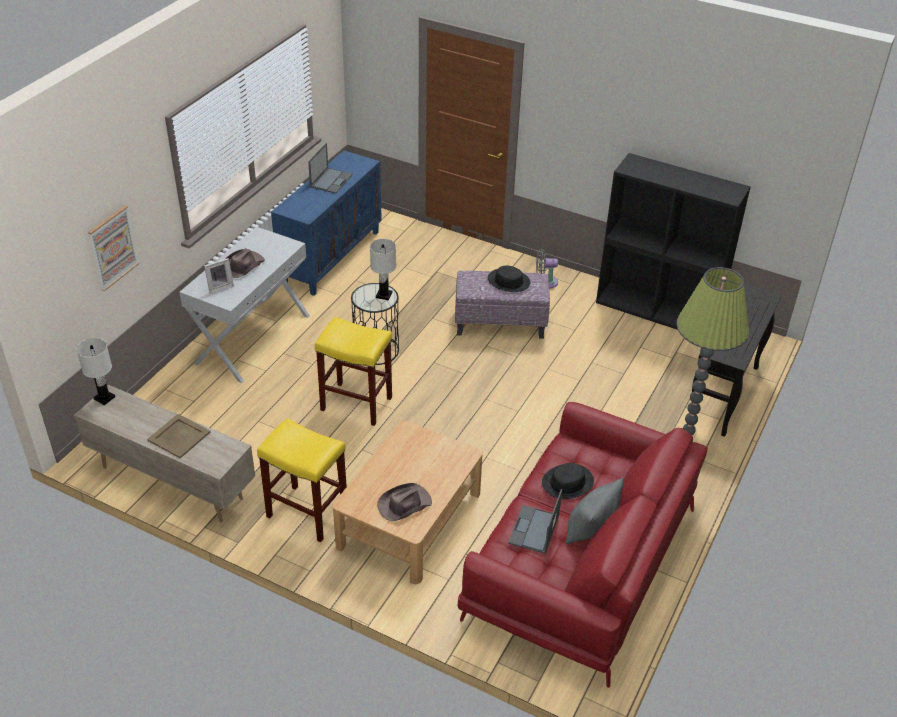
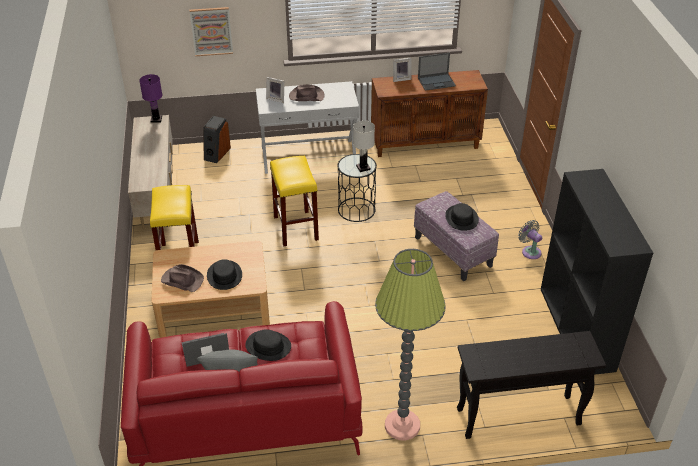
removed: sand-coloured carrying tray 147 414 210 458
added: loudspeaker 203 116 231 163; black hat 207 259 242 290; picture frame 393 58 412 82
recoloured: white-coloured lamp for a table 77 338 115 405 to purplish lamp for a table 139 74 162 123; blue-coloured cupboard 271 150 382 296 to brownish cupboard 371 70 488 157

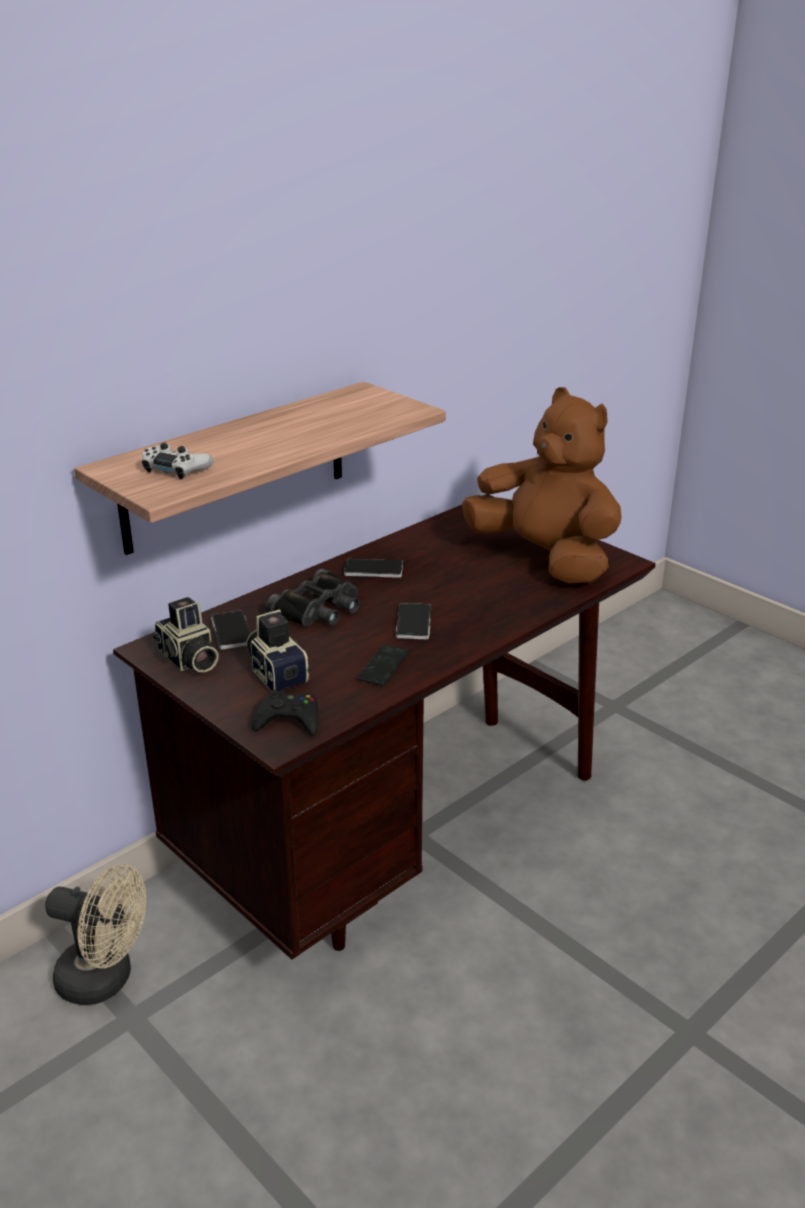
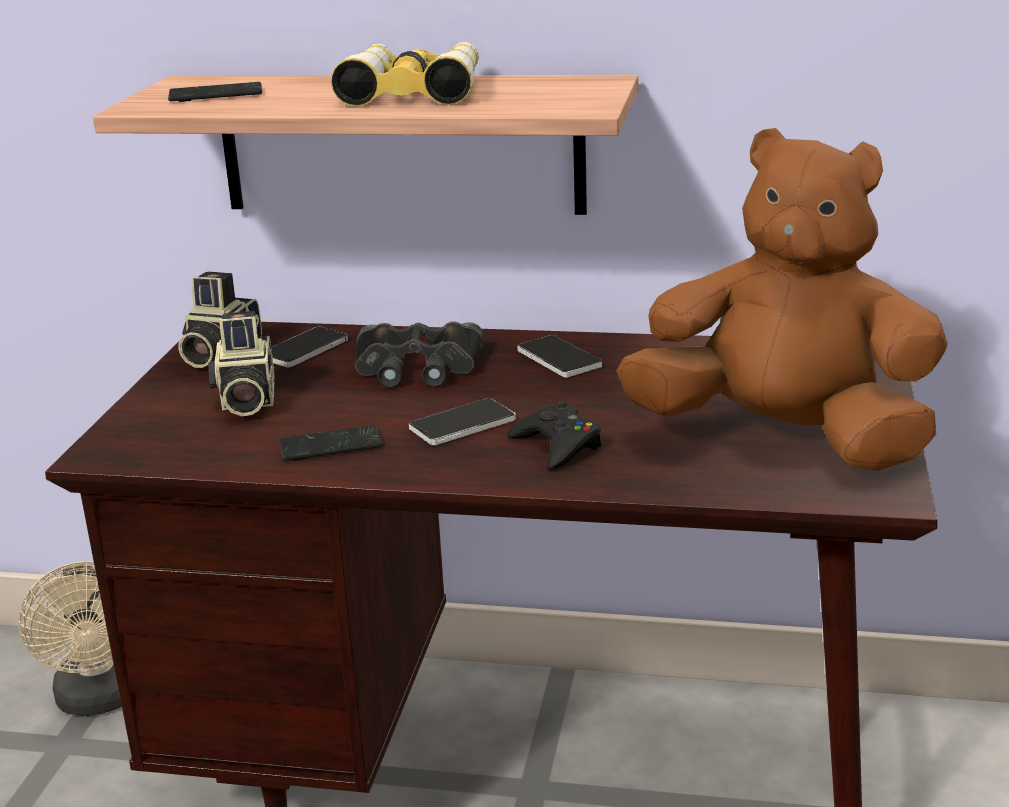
added: pair of binoculars 331 42 479 106
moved: black game controller 252 690 319 736 to 507 401 602 470
replaced: white-coloured game controller 142 443 213 479 to handset 168 82 262 102
turned: photo camera 246 609 311 691 = 208 311 275 417 150 degrees clockwise; brownish plush toy 462 387 621 583 = 616 128 948 471 75 degrees counterclockwise

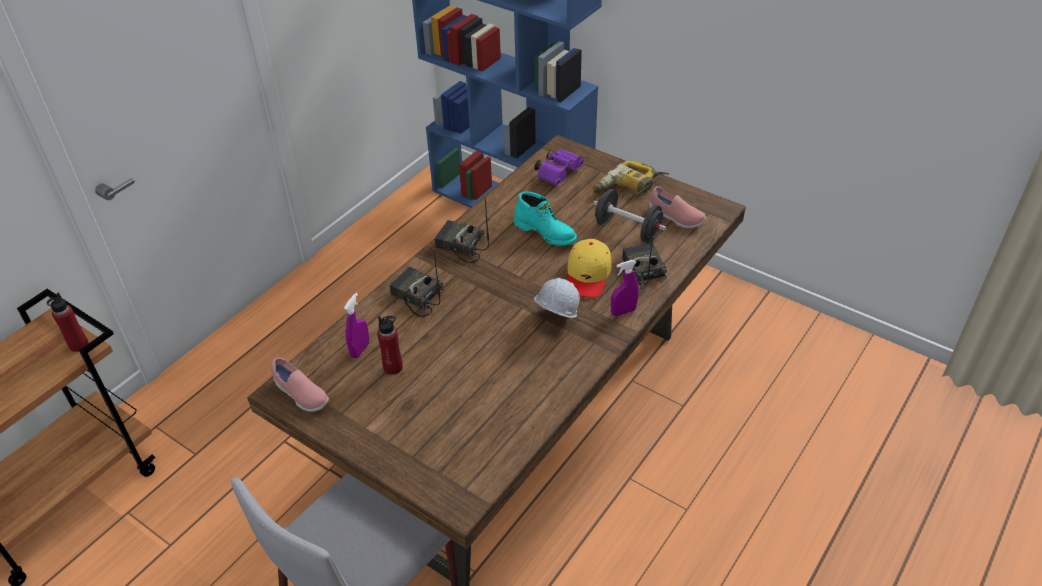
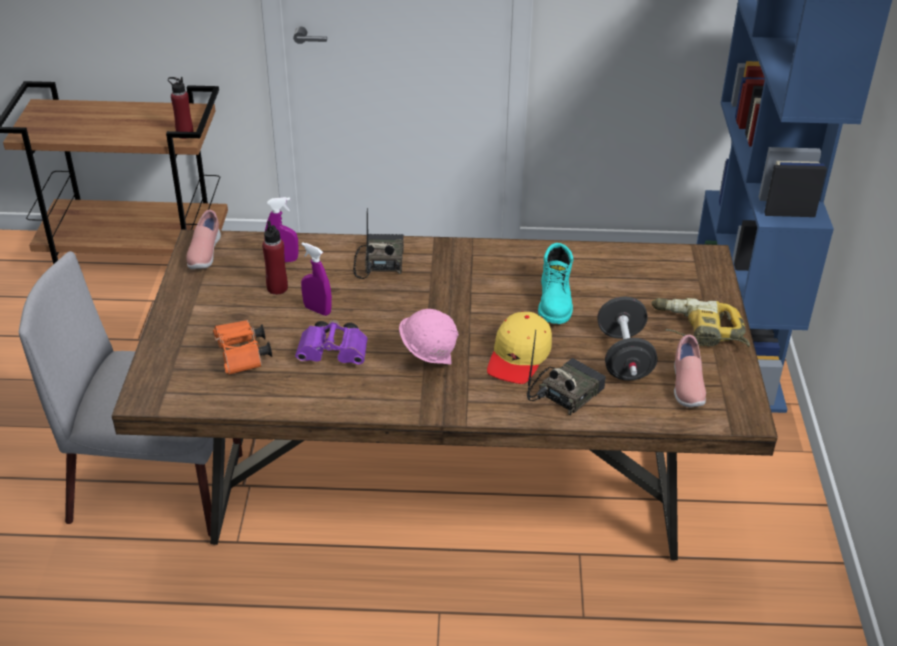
removed: radio set 434 199 489 264
added: orange pair of binoculars 213 320 272 375
moved: purplish pair of binoculars 534 149 584 186 to 295 320 368 365; purplish spray bottle 611 260 639 316 to 301 242 332 316
recoloured: white-coloured work helmet 534 278 580 318 to pinkish work helmet 399 309 459 365
turned: yellow-coloured baseball cap 567 239 611 297 = 487 312 552 384 45 degrees counterclockwise

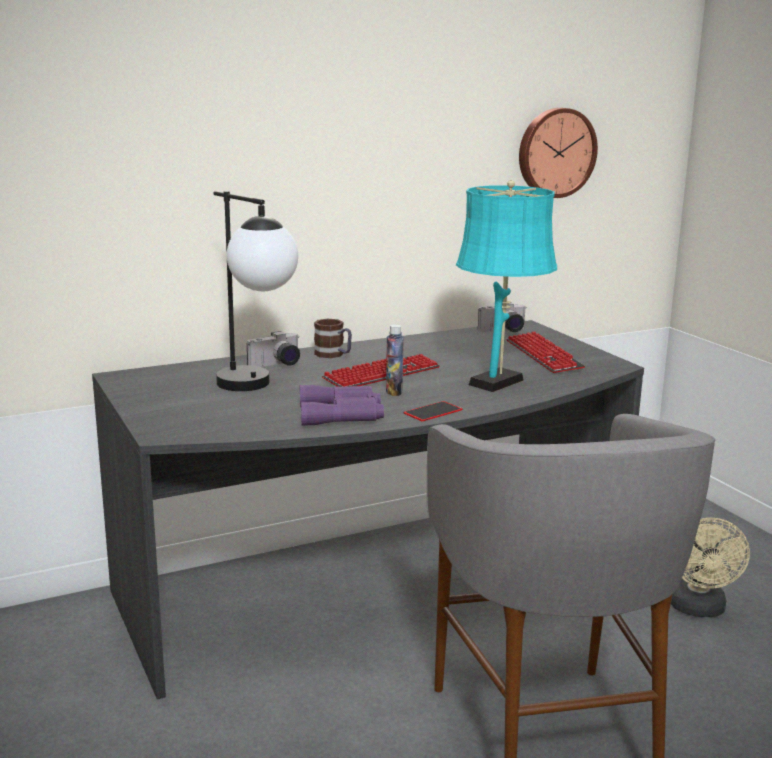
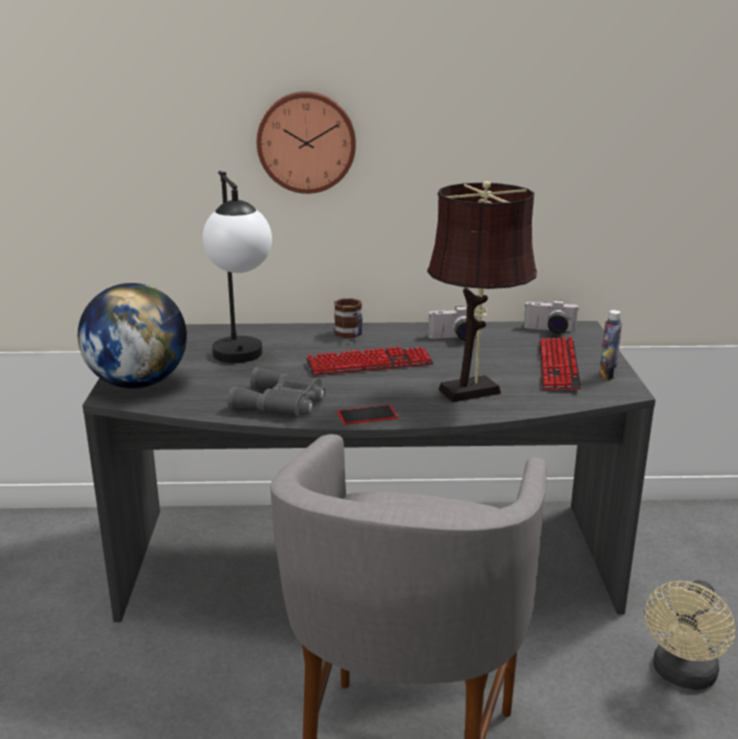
added: world globe 78 283 187 389
moved: photo camera 247 331 300 367 to 428 306 477 341; drink bottle 386 324 404 396 to 599 310 622 380; clock on the wall 519 108 598 198 to 257 91 356 194
recoloured: purplish pair of binoculars 300 385 384 426 to greyish pair of binoculars 227 367 325 416; turquoise-coloured lamp for a table 456 180 557 392 to brownish lamp for a table 427 180 537 402

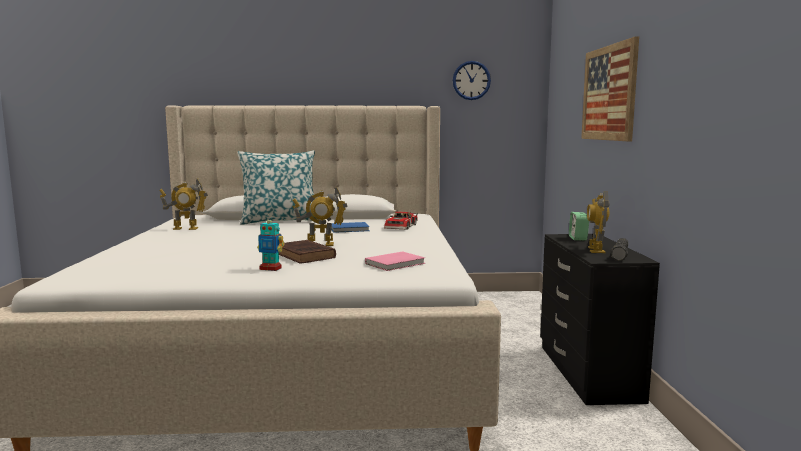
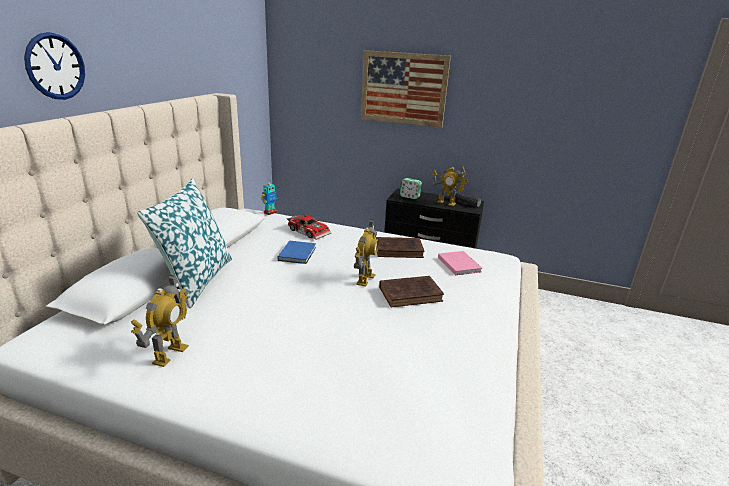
added: brownish book 376 237 424 258
moved: model robot 257 214 284 271 to 261 181 277 215; clock on the wall 453 61 491 100 to 24 32 85 100

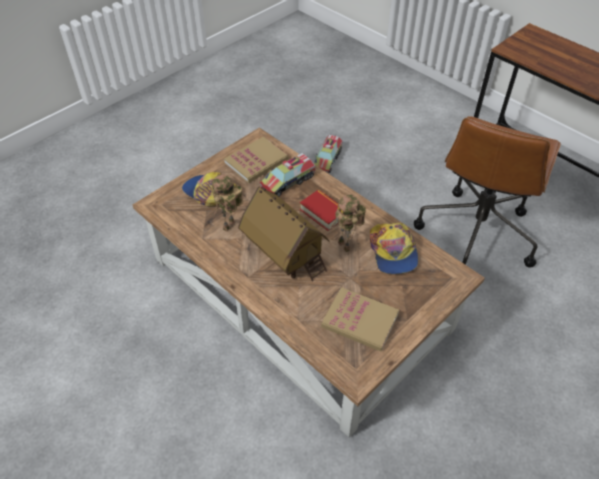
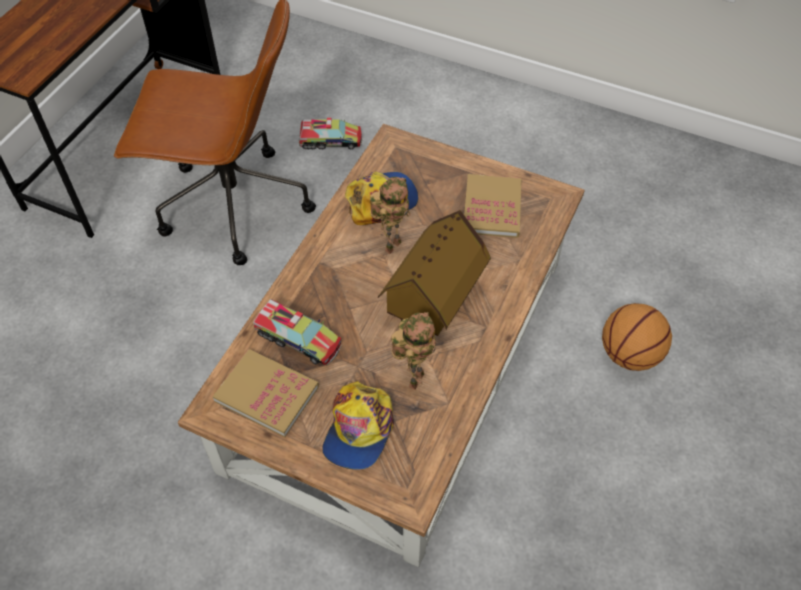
removed: book 300 190 339 231
added: basketball ball 602 303 672 371
moved: model truck 314 135 343 173 to 299 118 362 150
turned: model robot 212 174 243 231 = 391 312 436 390 75 degrees counterclockwise

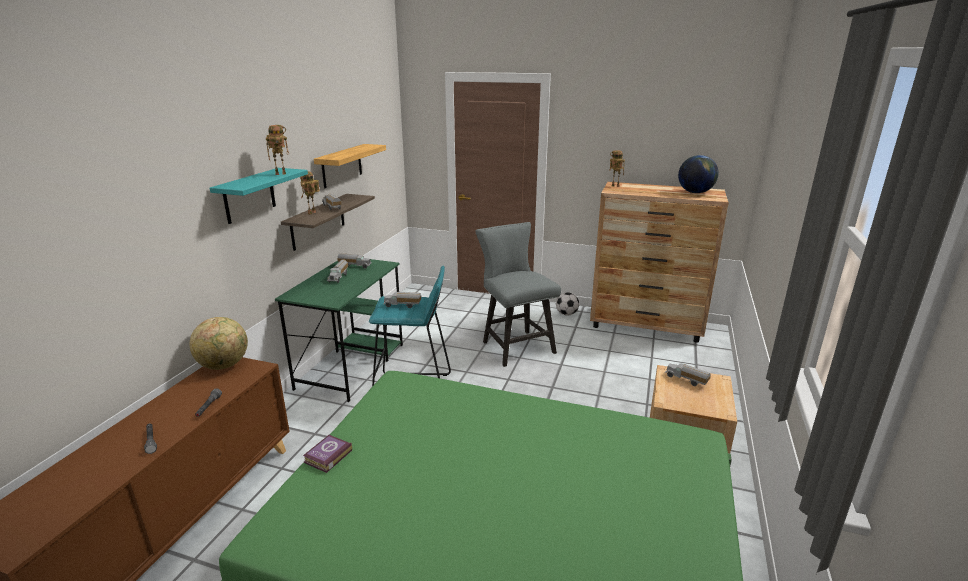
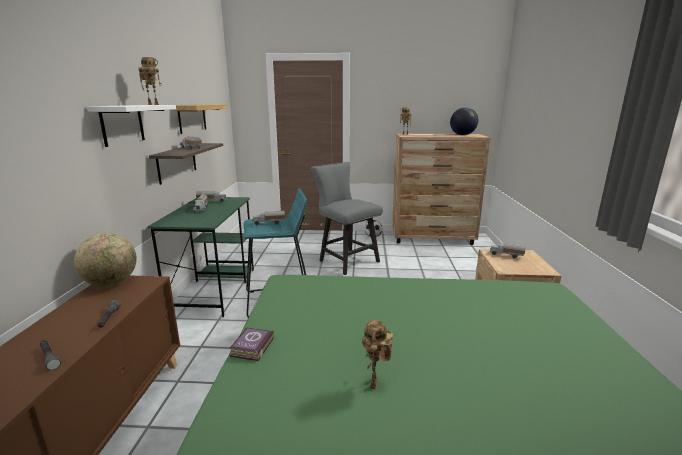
moved: model robot 300 171 320 214 to 362 320 393 389
recoloured: turquoise-coloured bracket shelf 210 168 308 224 to white-coloured bracket shelf 87 105 176 147

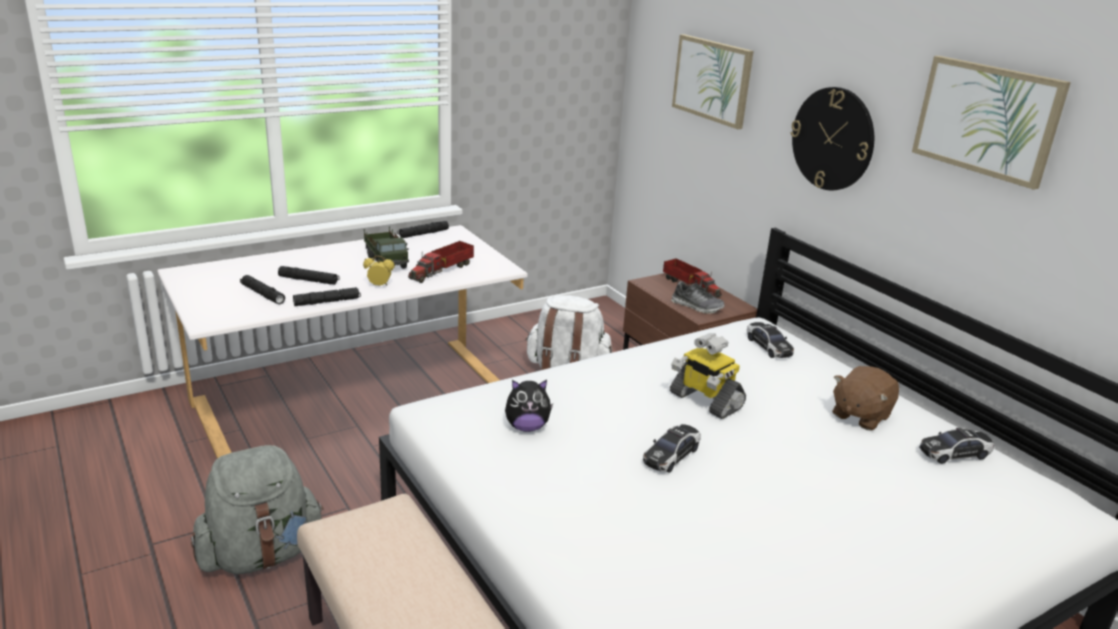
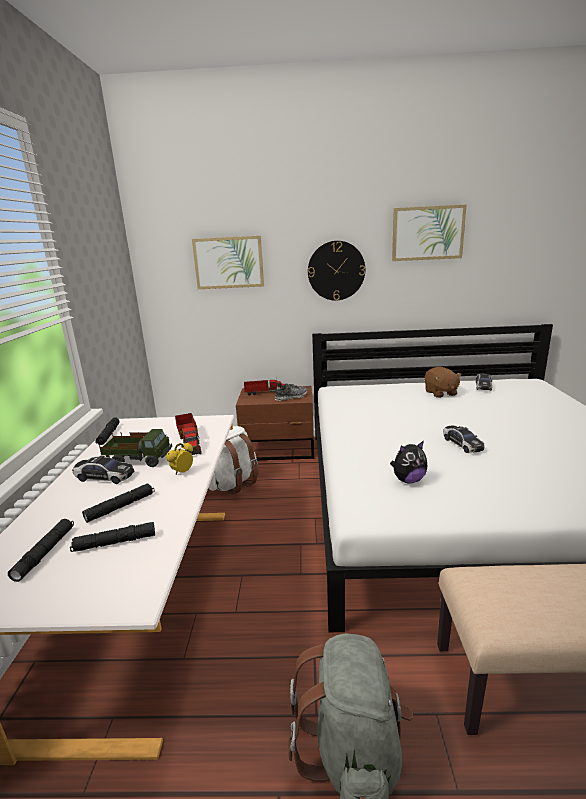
removed: model robot 670 333 746 419
moved: black flashlight 293 287 361 306 to 8 519 74 582; model car 747 322 794 358 to 72 456 134 484
turned: plush toy 505 380 553 432 = 390 441 427 484 45 degrees clockwise

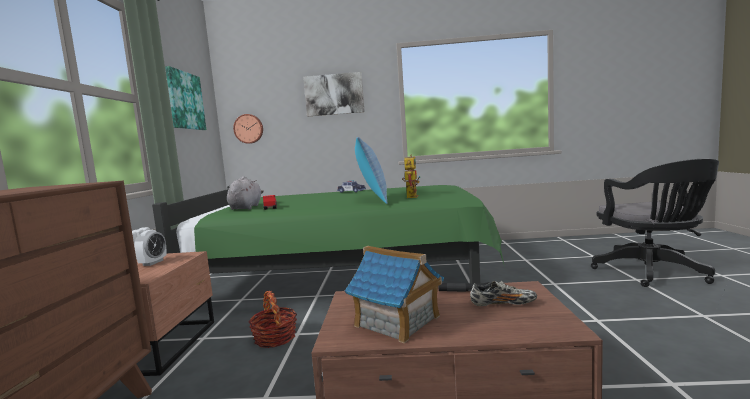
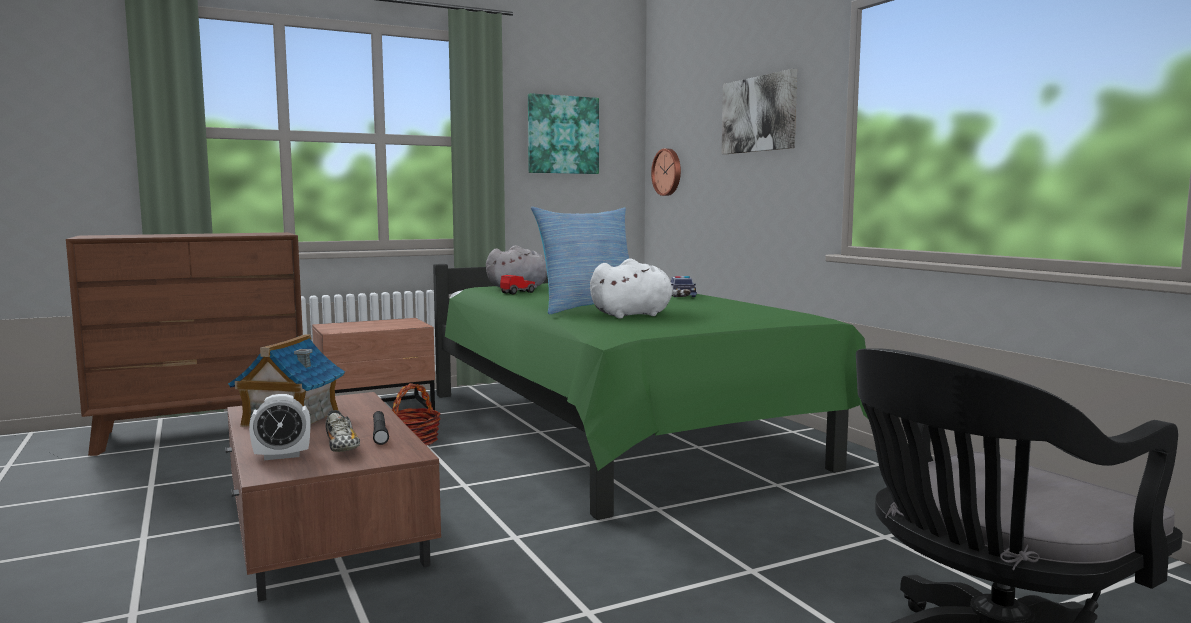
moved: bedside clock 134 230 167 266 to 249 394 311 460
replaced: model robot 402 155 421 198 to white-coloured plush toy 590 258 691 319

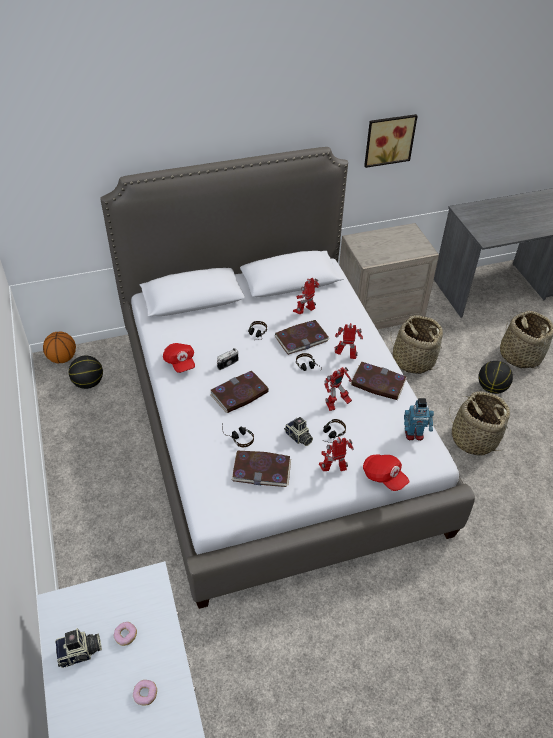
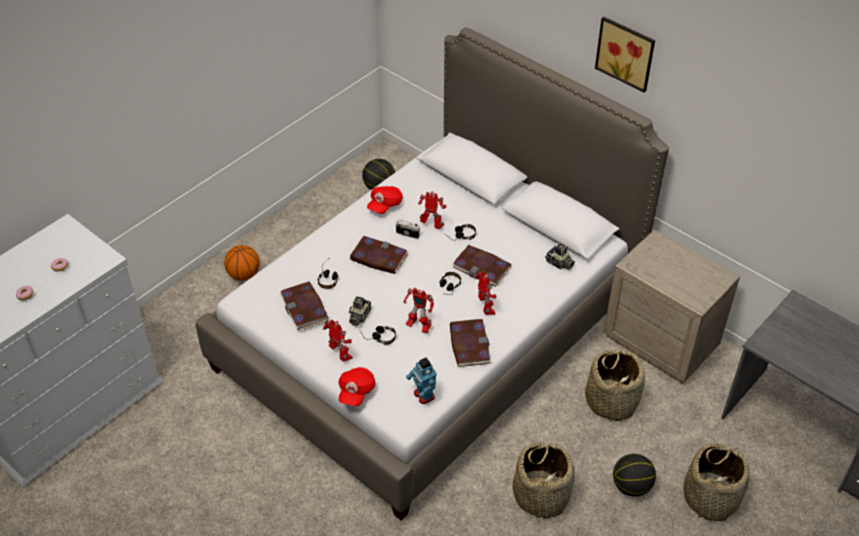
moved: basketball ball 43 332 76 363 to 224 245 260 281; photo camera 55 628 102 668 to 545 243 575 270; model robot 293 278 320 314 to 418 191 446 229; wall picture 364 114 417 168 to 595 17 655 92

